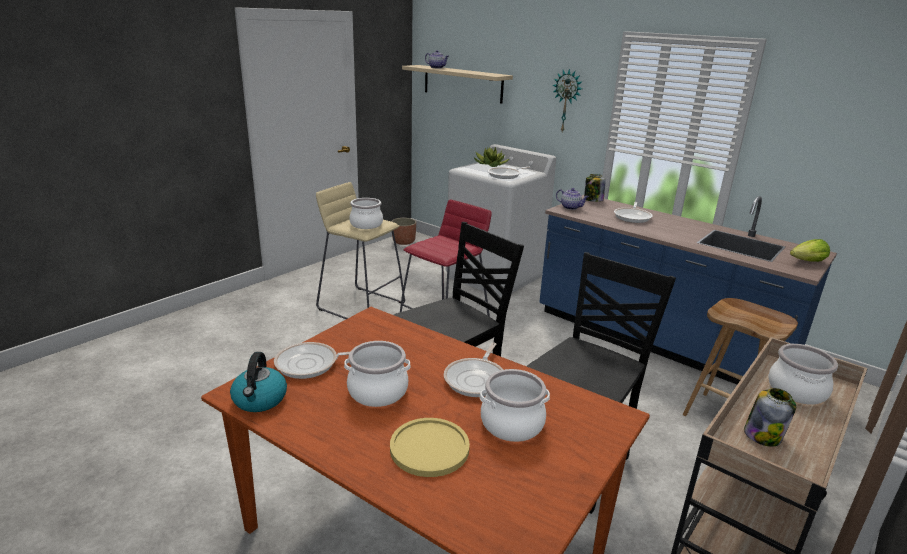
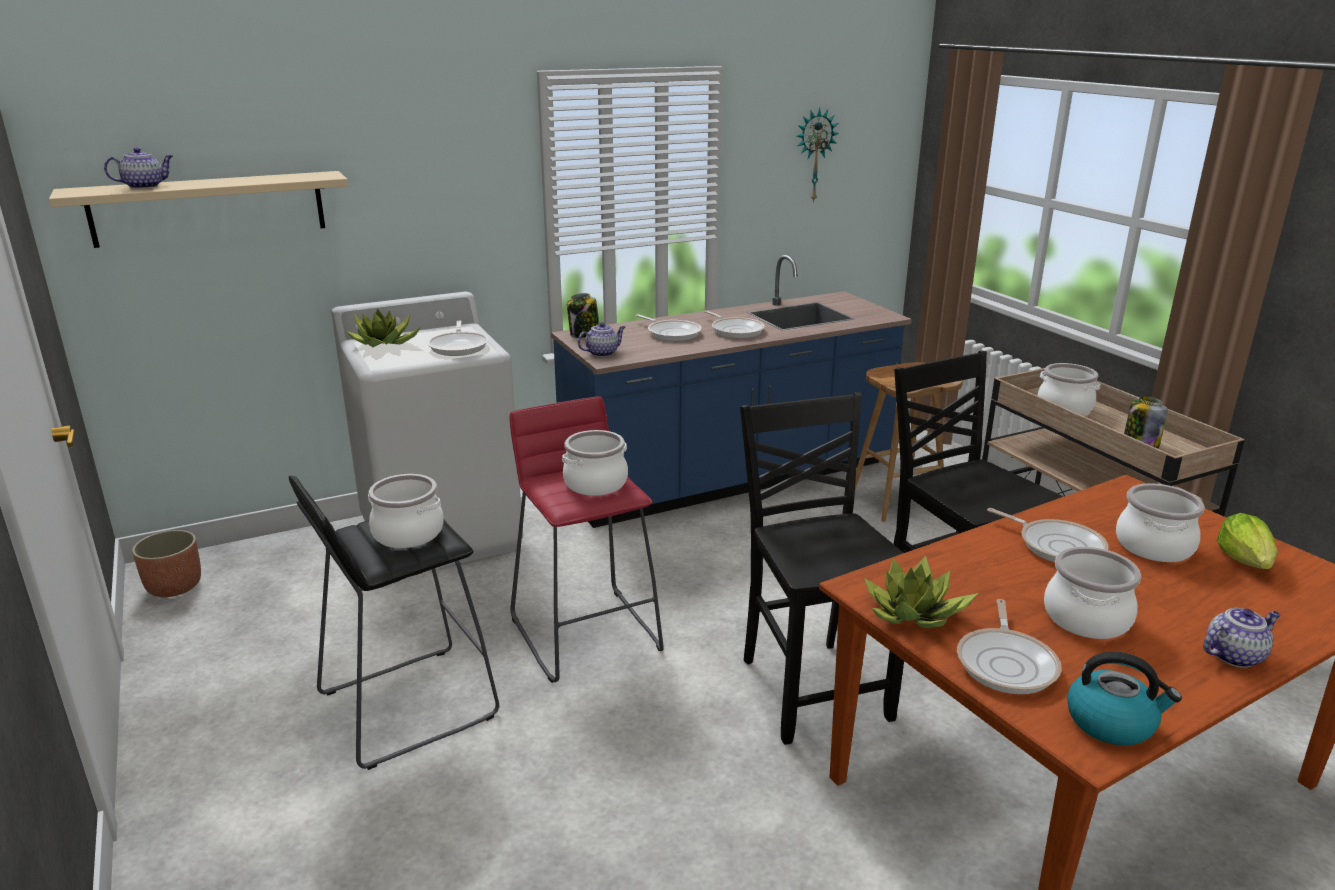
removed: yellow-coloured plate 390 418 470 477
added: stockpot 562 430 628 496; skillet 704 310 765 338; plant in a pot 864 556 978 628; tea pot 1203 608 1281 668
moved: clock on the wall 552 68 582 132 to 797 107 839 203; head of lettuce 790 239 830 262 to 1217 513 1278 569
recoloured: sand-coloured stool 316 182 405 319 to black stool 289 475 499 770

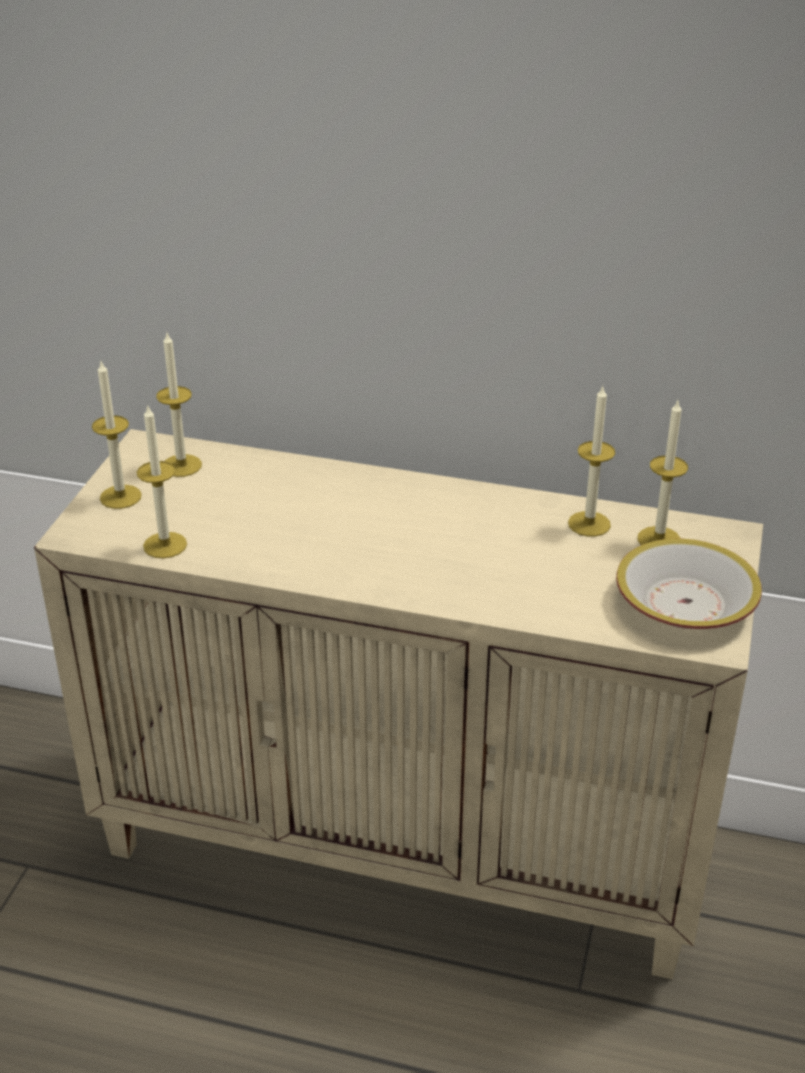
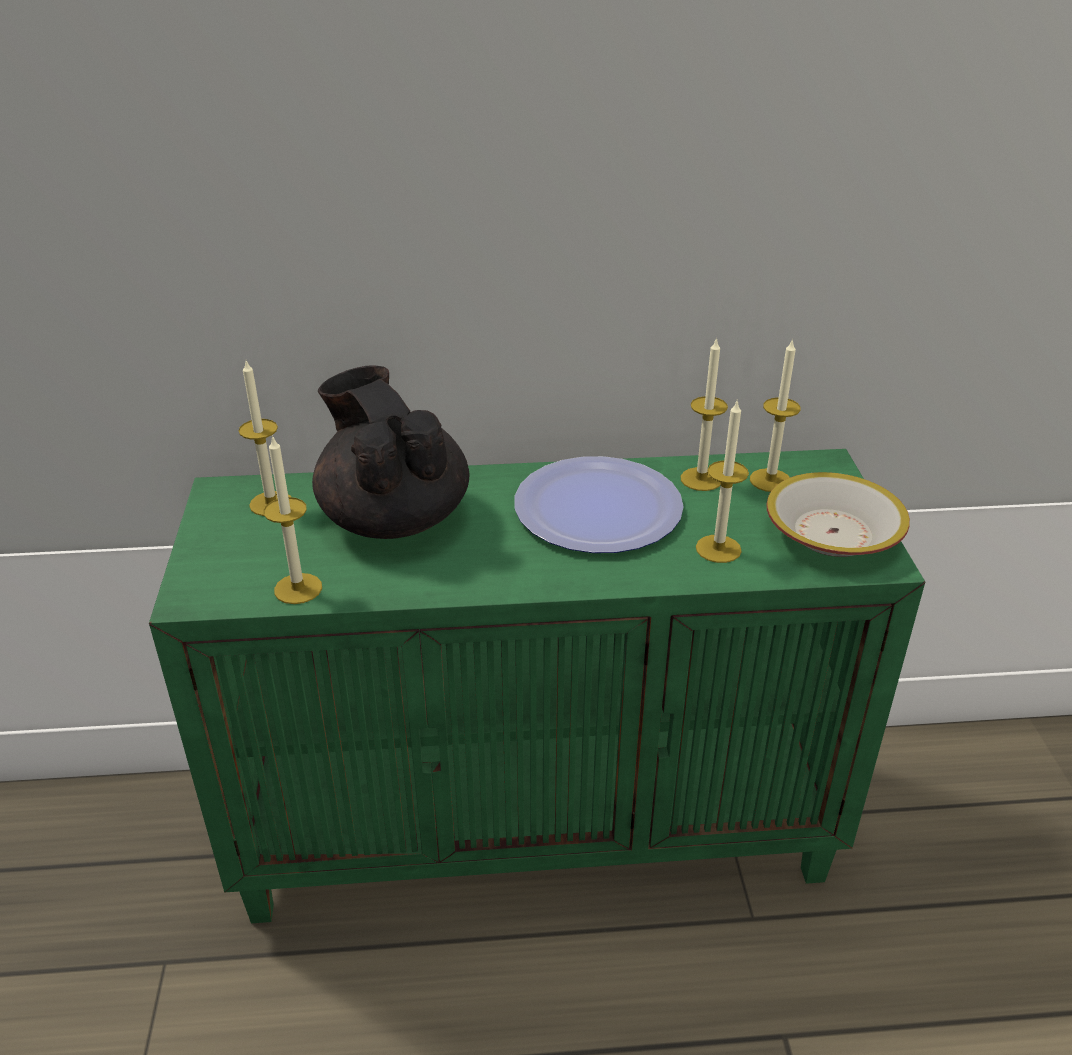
added: black tea pot 312 365 469 539; plate 514 456 684 553
moved: wax light 92 362 142 509 to 696 401 749 563
recoloured: sand-coloured cupboard 34 429 763 979 to green-coloured cupboard 149 449 925 923

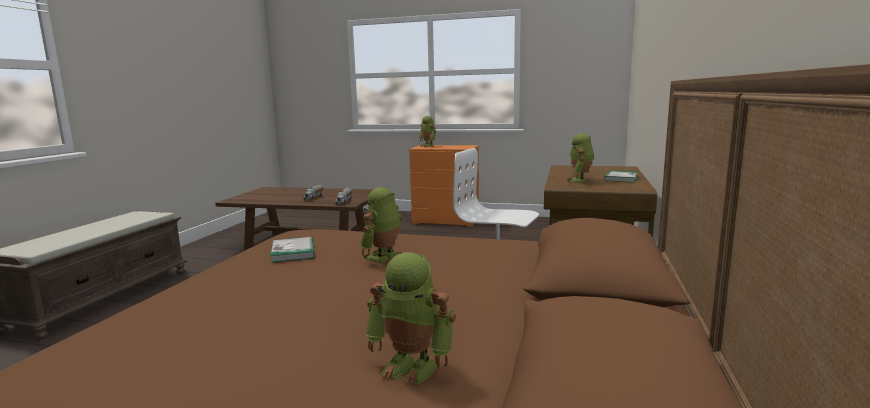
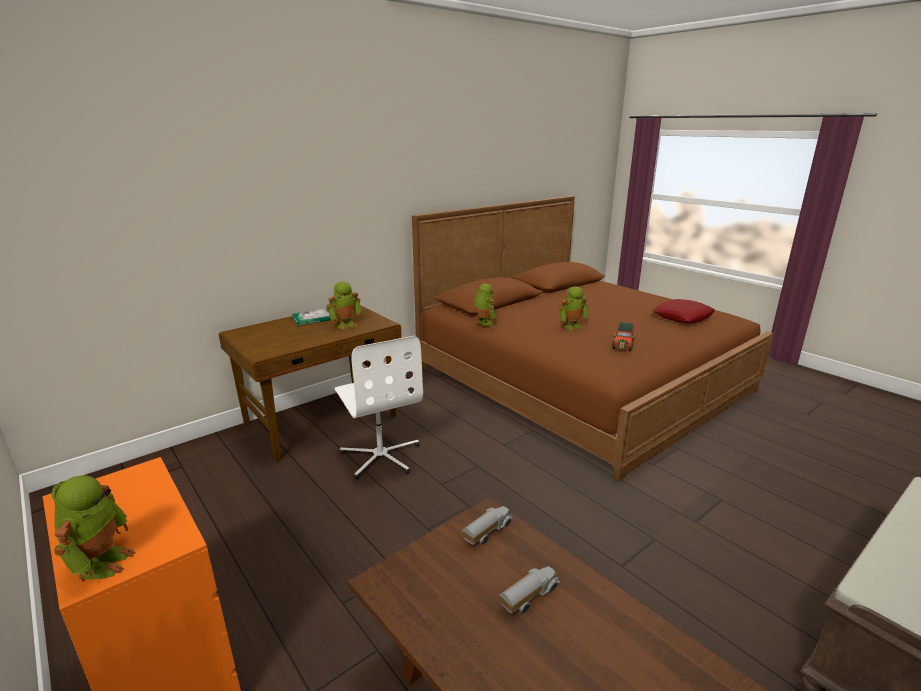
added: red-coloured throw pillow 652 299 715 323
moved: model robot 365 252 456 387 to 474 283 497 326
replaced: book 270 237 314 263 to model car 612 322 635 351

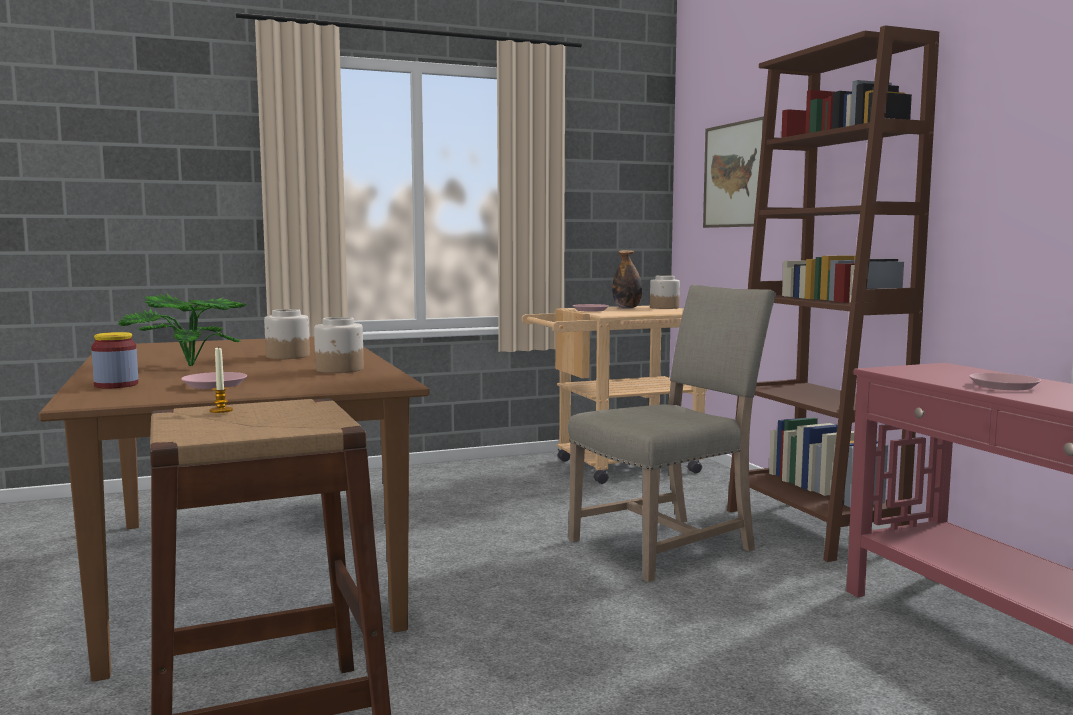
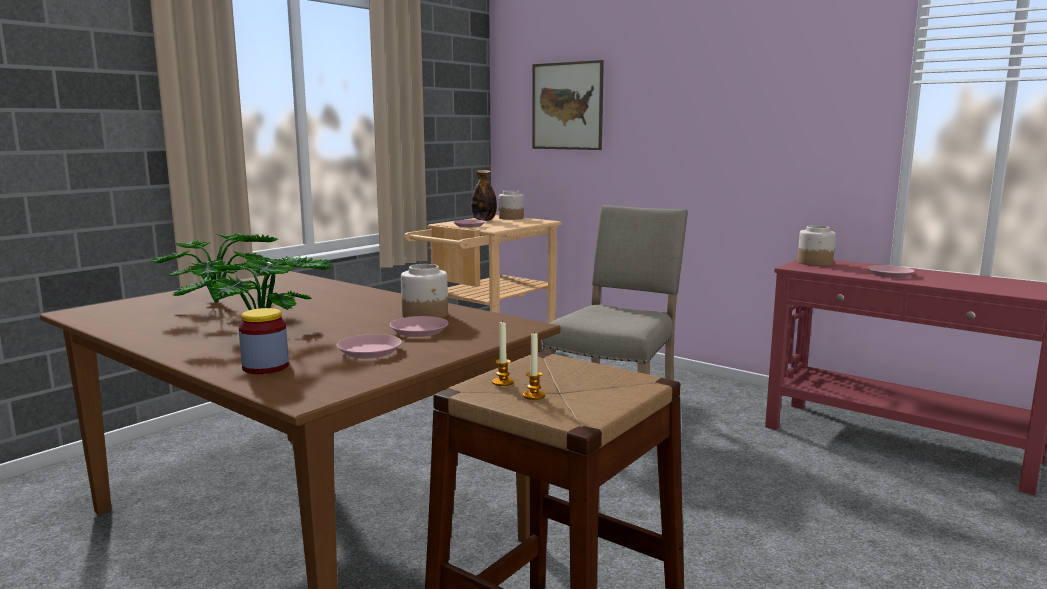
removed: brownish shelving unit 727 25 939 562
added: plant in a pot 151 233 278 303; pinkish plate 390 316 448 337; wax light 523 333 545 400
moved: jar 264 309 310 359 to 798 225 836 266

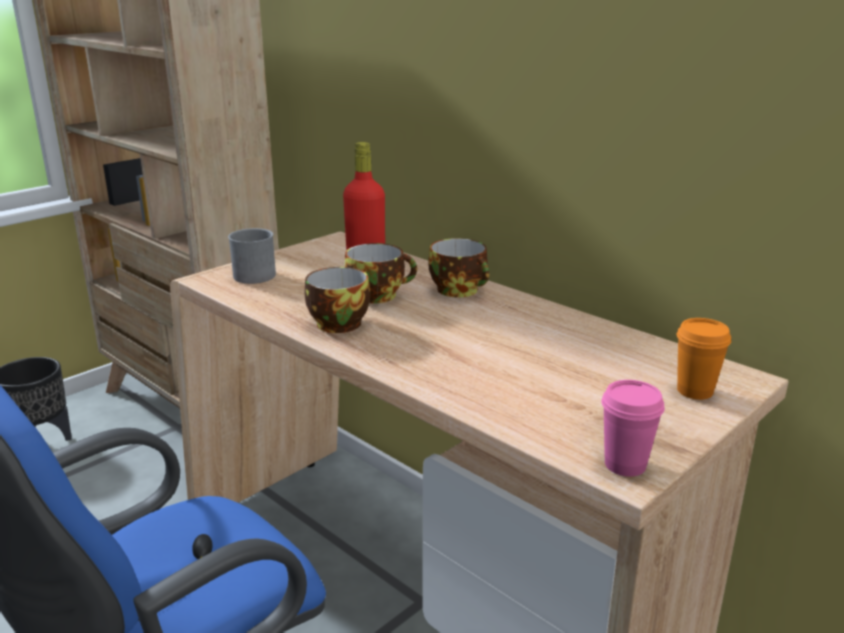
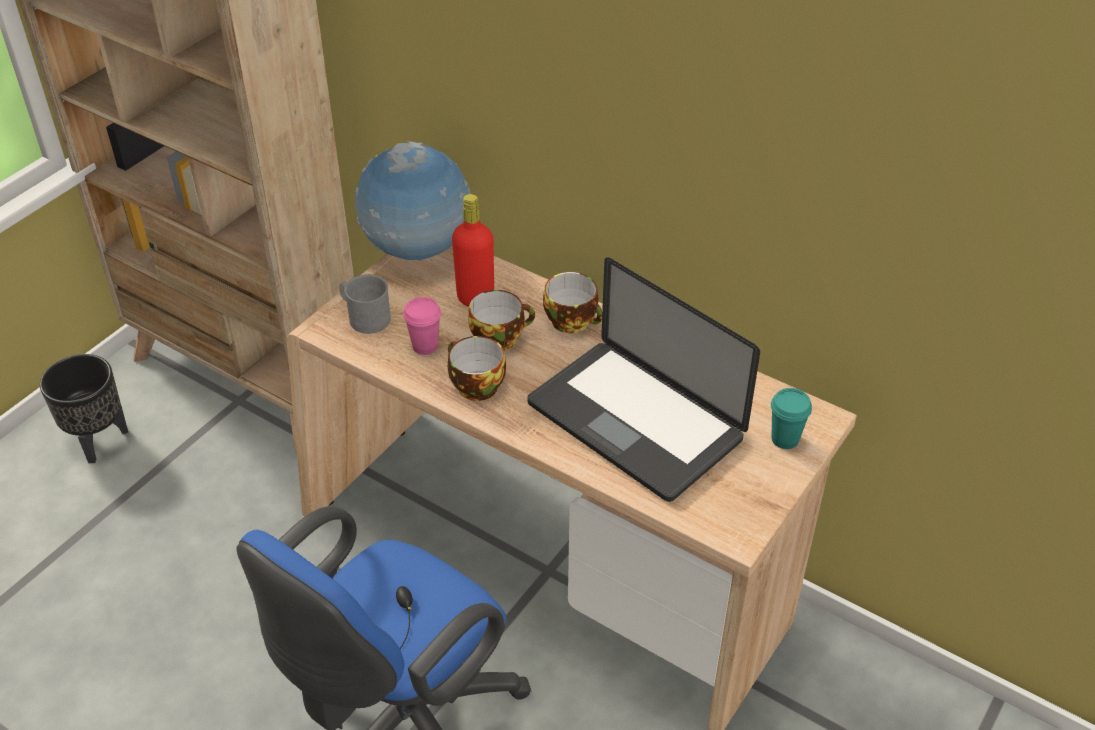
added: world globe 355 142 471 261; portable computer 527 257 760 502
moved: pinkish cup 601 380 665 477 to 403 297 441 355
recoloured: orange cup 676 318 731 400 to turquoise-coloured cup 771 388 812 449

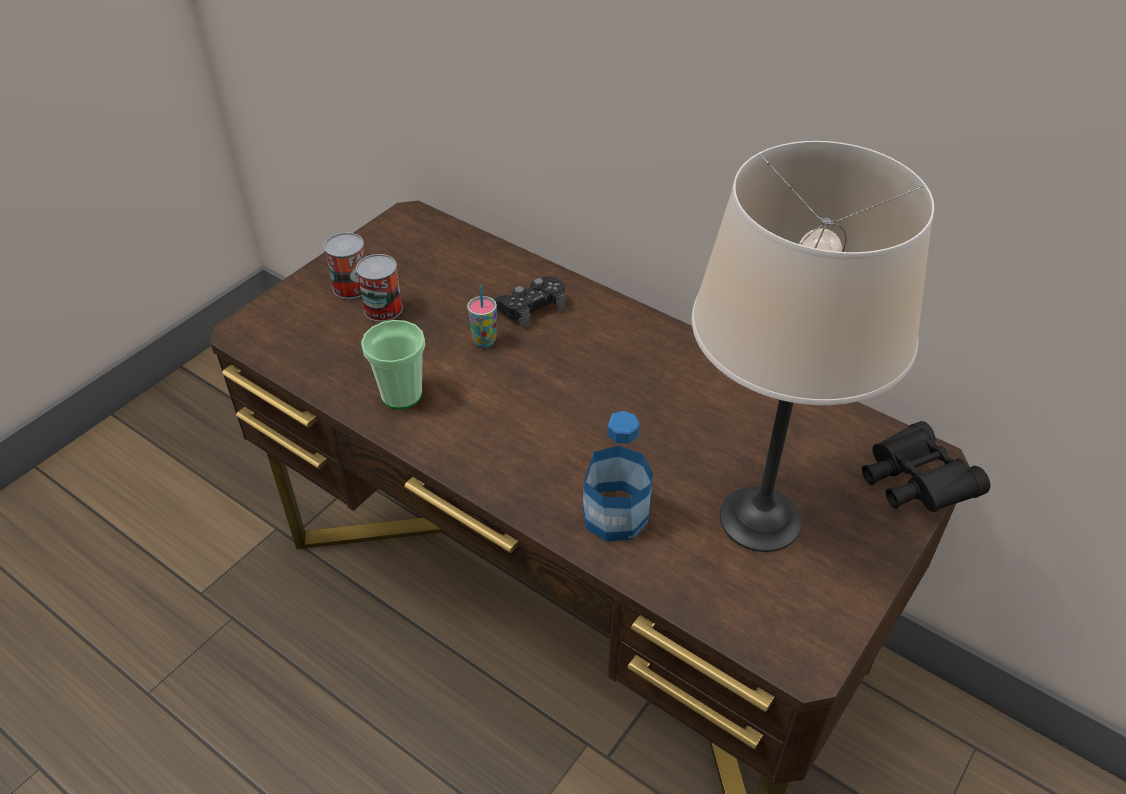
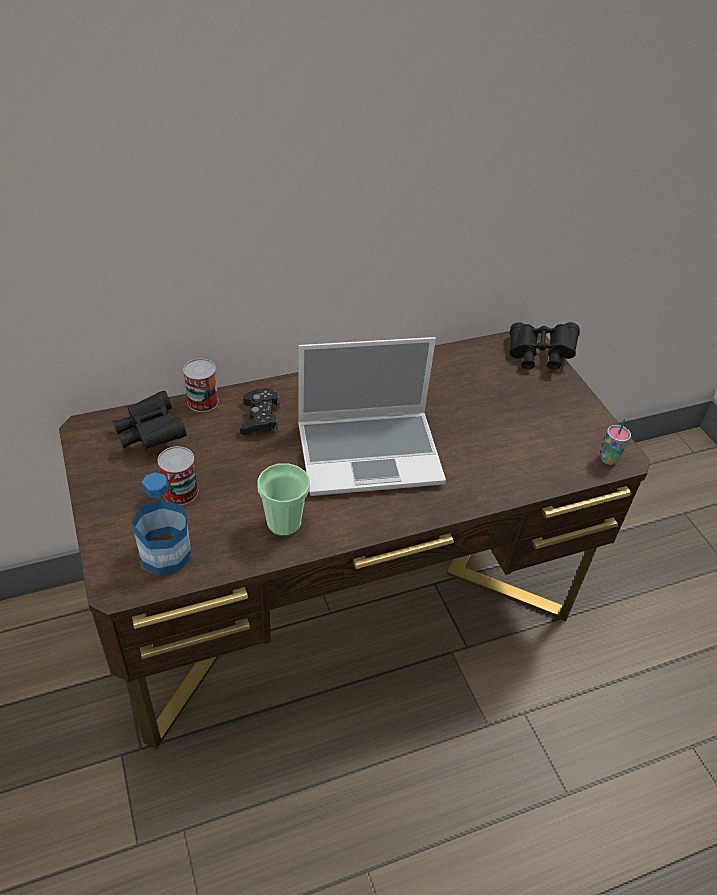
removed: sand-coloured lamp for a table 692 141 934 552
added: black pair of binoculars 113 391 187 449; portable computer 298 337 446 496
moved: can 324 232 366 299 to 183 358 219 412; cup 467 286 497 348 to 600 418 631 465; drink bottle 583 411 653 542 to 131 472 192 575

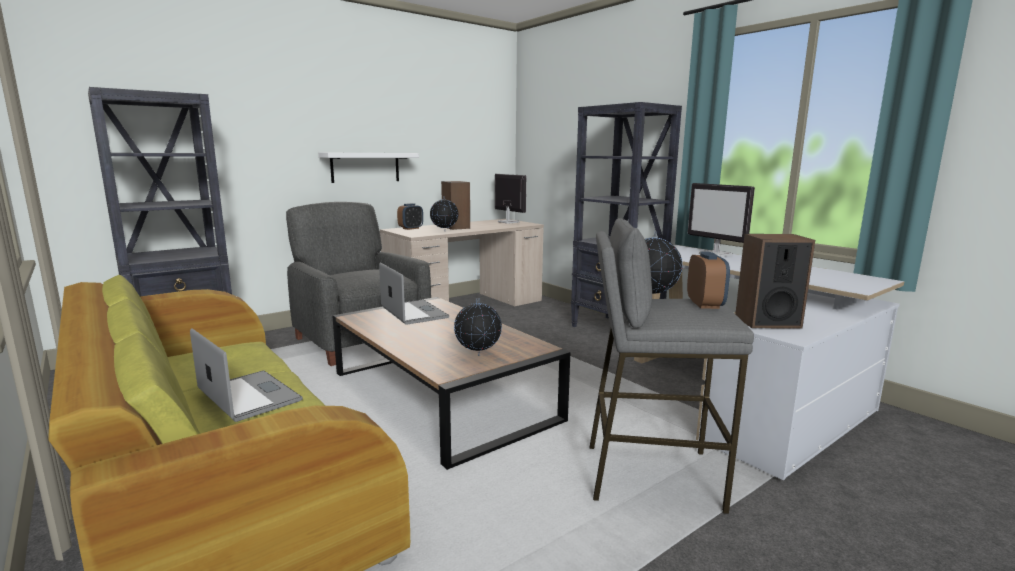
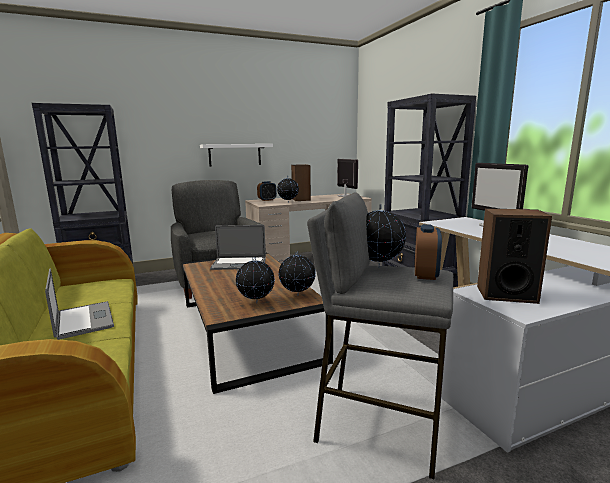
added: world globe 279 251 316 296
turned: portable computer 379 263 449 325 = 210 225 266 270 105 degrees clockwise

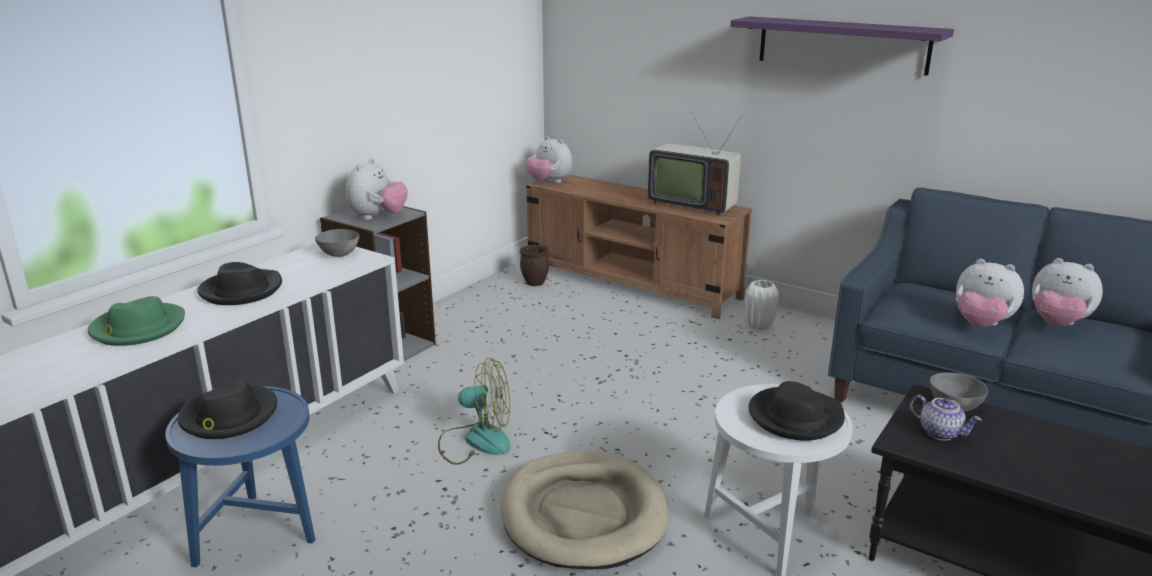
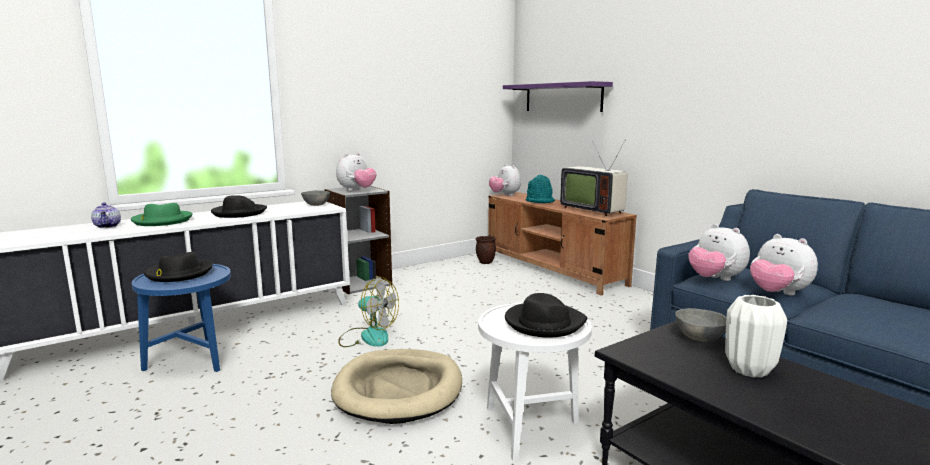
added: turquoise-coloured hat 525 175 555 203
moved: purplish bracket shelf 730 16 954 76 to 503 81 613 112; white-coloured decorative vase 745 280 779 330 to 725 295 787 378; tea pot 909 395 982 441 to 91 203 121 228; plush toy 1032 258 1103 326 to 689 224 750 281

